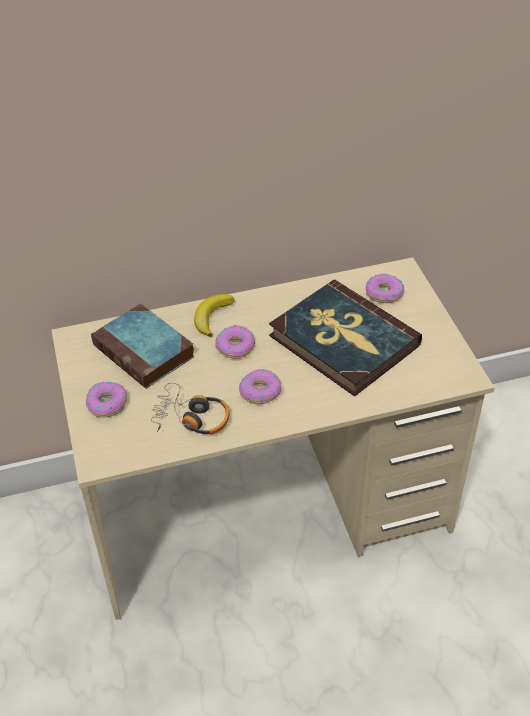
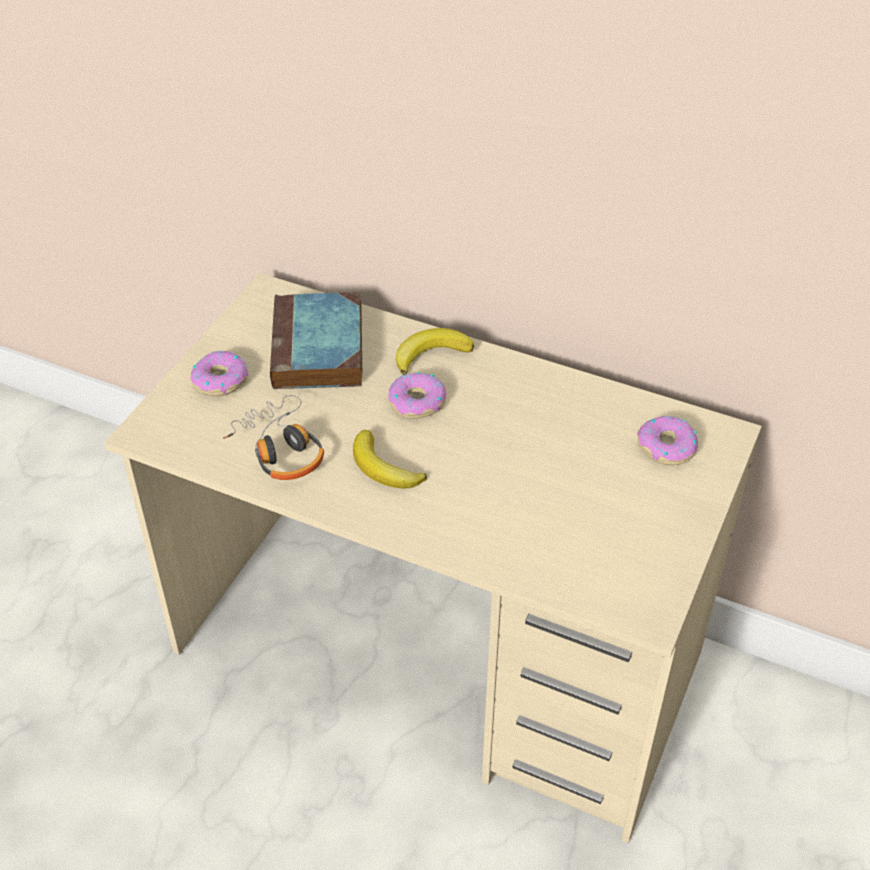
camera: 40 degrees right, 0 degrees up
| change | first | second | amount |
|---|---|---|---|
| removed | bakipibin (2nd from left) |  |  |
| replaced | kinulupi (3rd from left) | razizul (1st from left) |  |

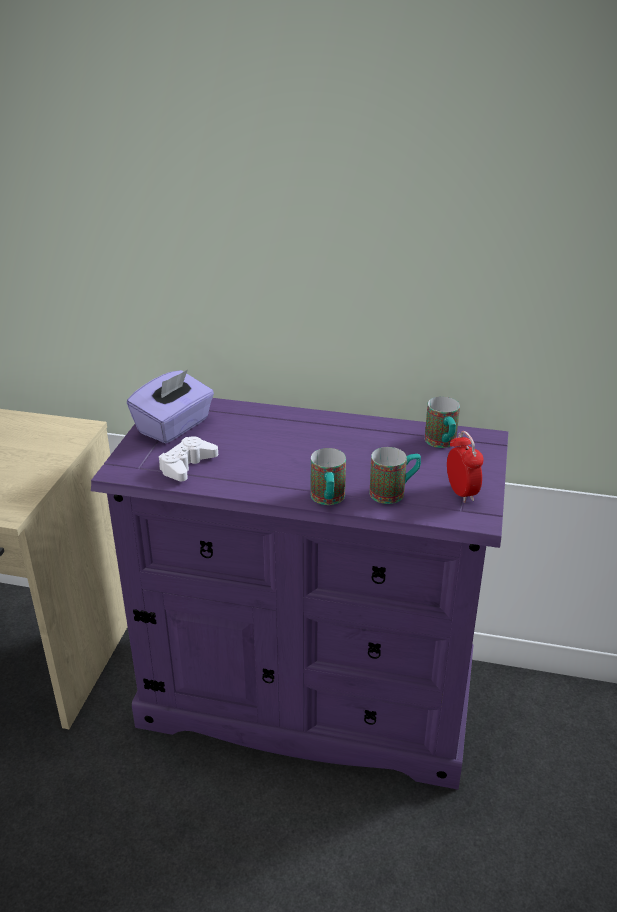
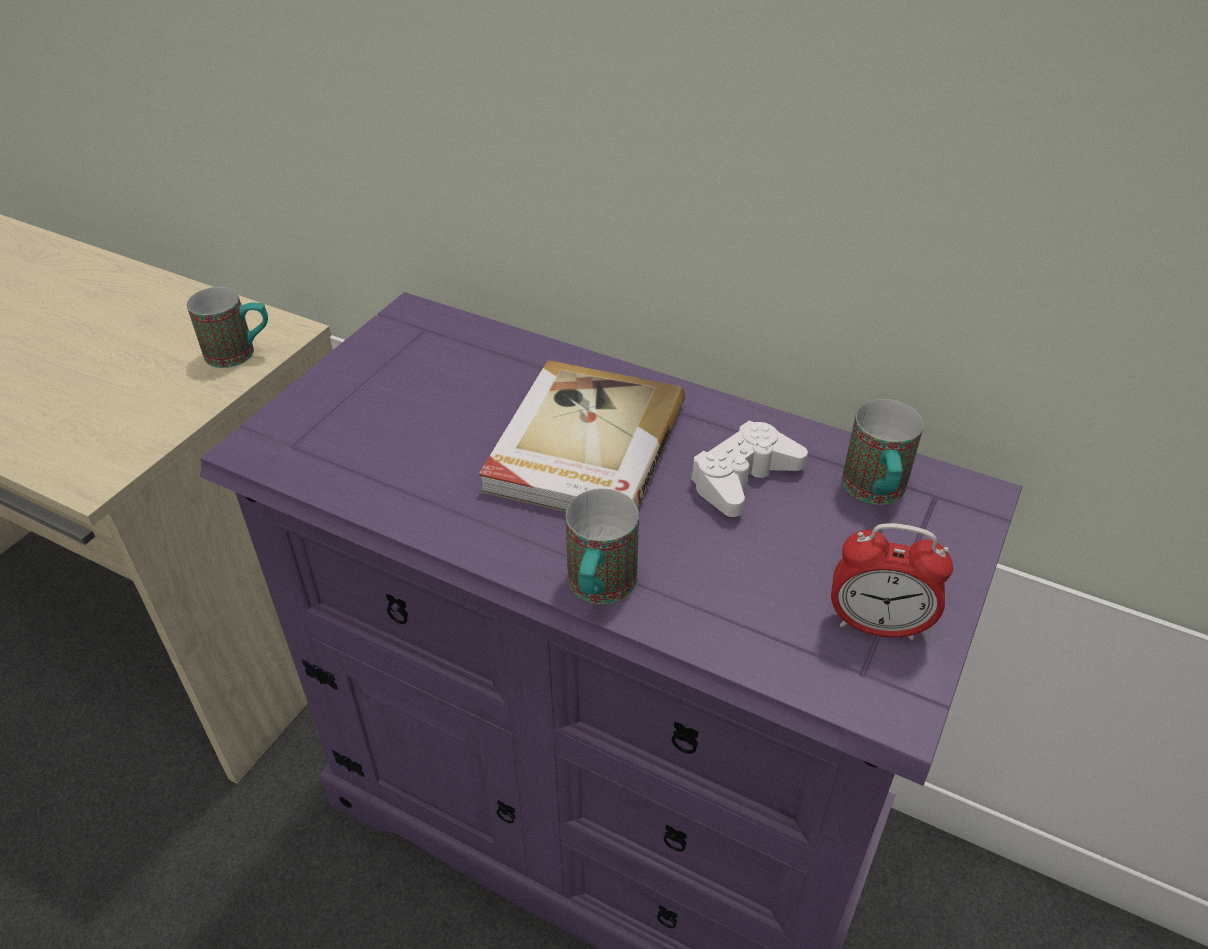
camera: 15 degrees right, 10 degrees up
| change | first | second | amount |
|---|---|---|---|
| removed | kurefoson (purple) |  |  |
| turned | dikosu |  | 105 degrees clockwise |
| moved | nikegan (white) |  |  |
| moved | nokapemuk (2nd from left in the first image) | nokapemuk (1st from left) |  |
| added |  | bakipibin |  |

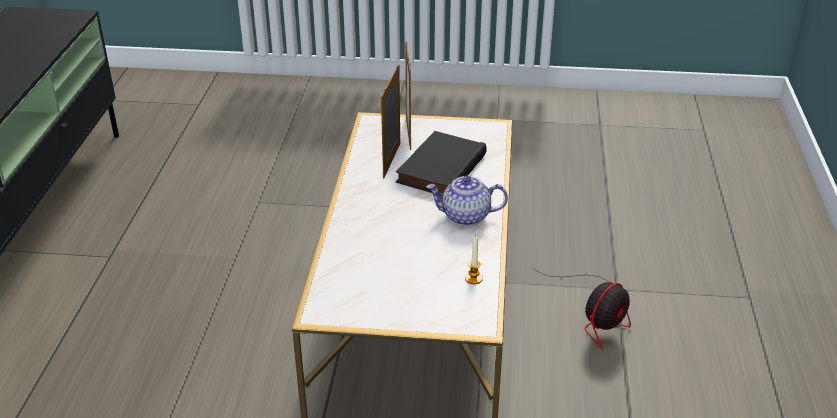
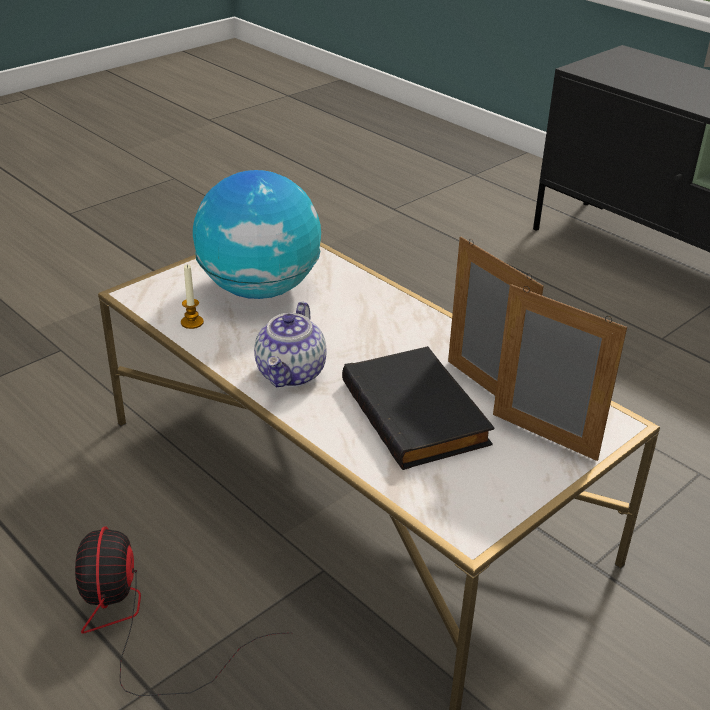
camera: 130 degrees right, 0 degrees up
| change | first | second | amount |
|---|---|---|---|
| turned | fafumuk |  | 150 degrees clockwise |
| added |  | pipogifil |  |

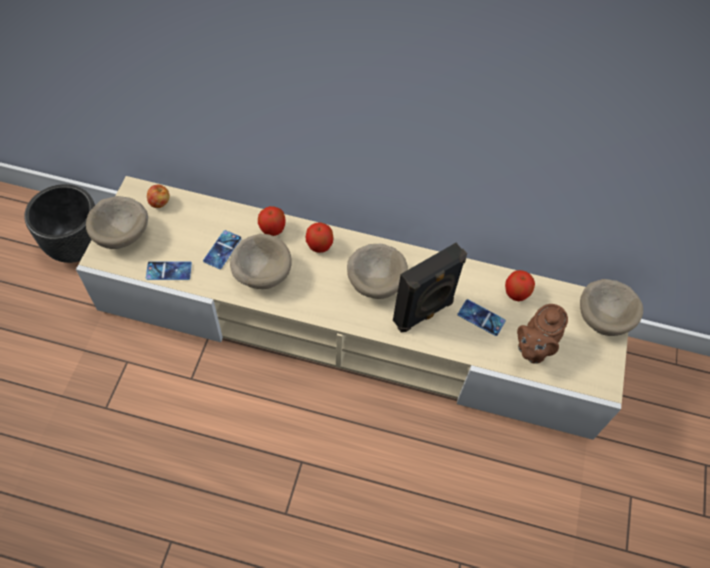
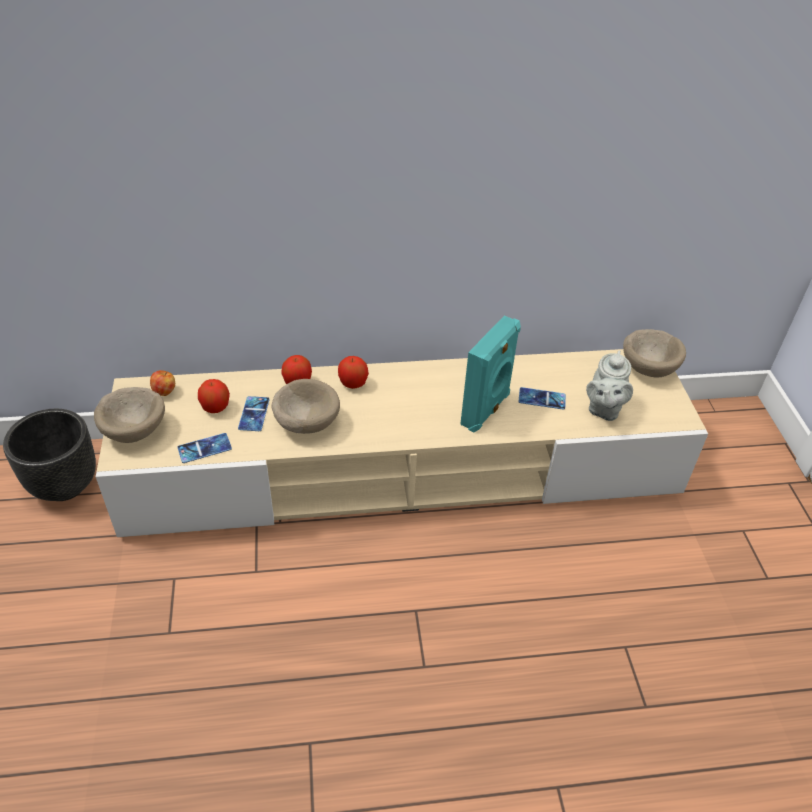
camera: 20 degrees left, 15 degrees down
| change | first | second | amount |
|---|---|---|---|
| recoloured | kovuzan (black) | kovuzan (turquoise) |  |
| removed | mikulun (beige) (3rd from left) |  |  |
| moved | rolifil (4th from left in the first image) | rolifil (2nd from left) |  |
| recoloured | fafumuk (brown) | fafumuk (grey) |  |

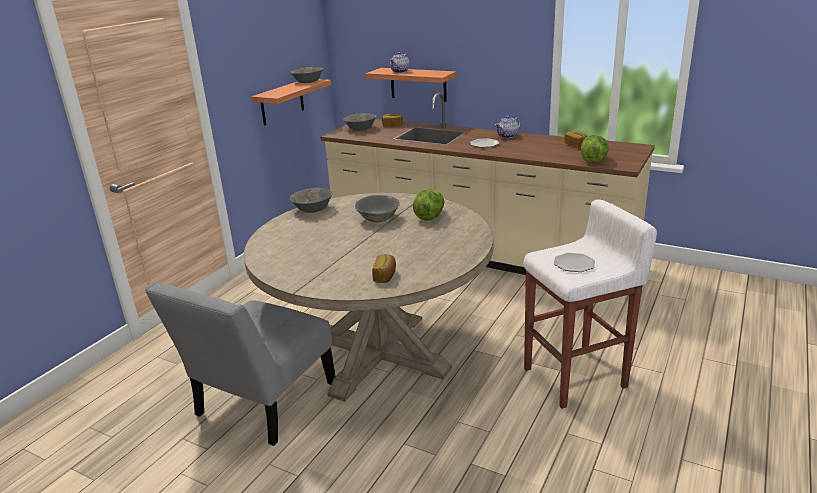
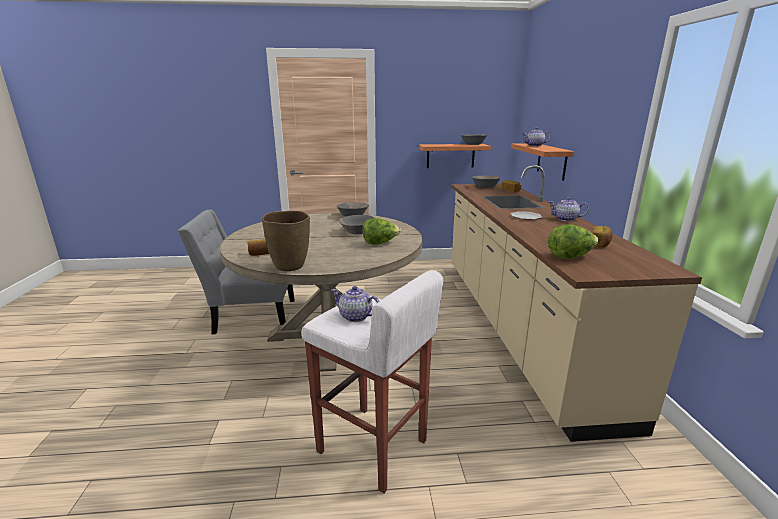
camera: 55 degrees right, 5 degrees down
| change | first | second | amount |
|---|---|---|---|
| replaced | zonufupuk (2nd from left) | fafumuk (1st from left) |  |
| added |  | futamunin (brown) |  |

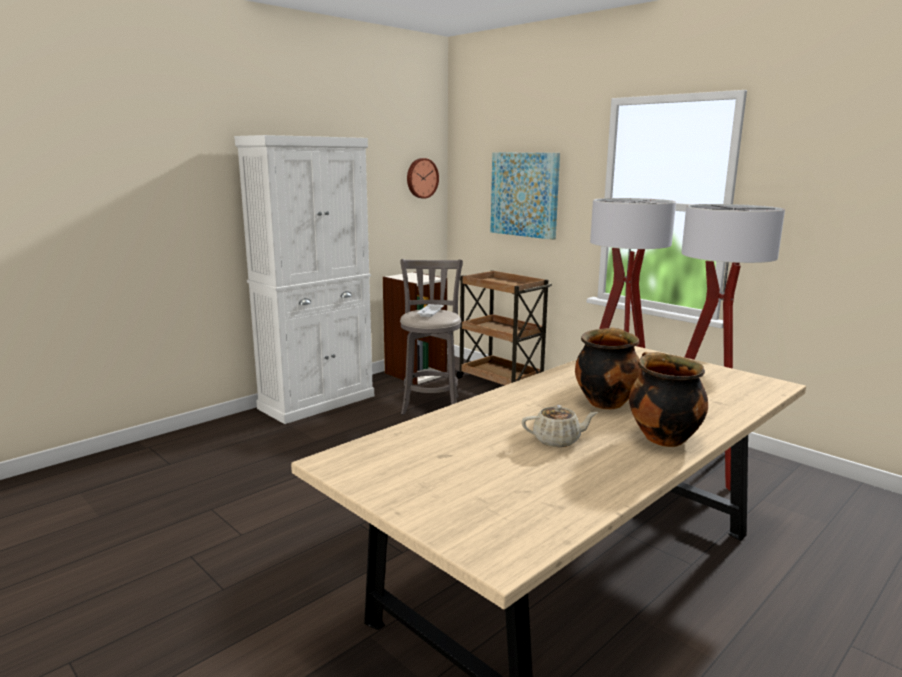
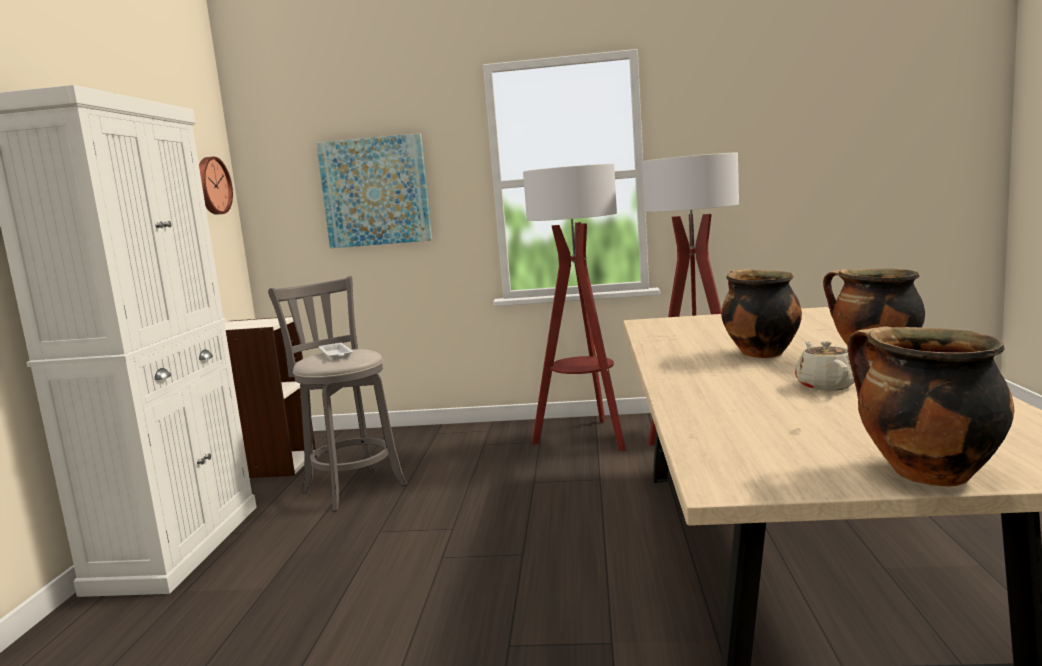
camera: 40 degrees left, 5 degrees down
| change | first | second | amount |
|---|---|---|---|
| removed | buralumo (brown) |  |  |
| turned | fafumuk (beige) |  | 45 degrees counterclockwise |
| added |  | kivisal (3rd from left) |  |

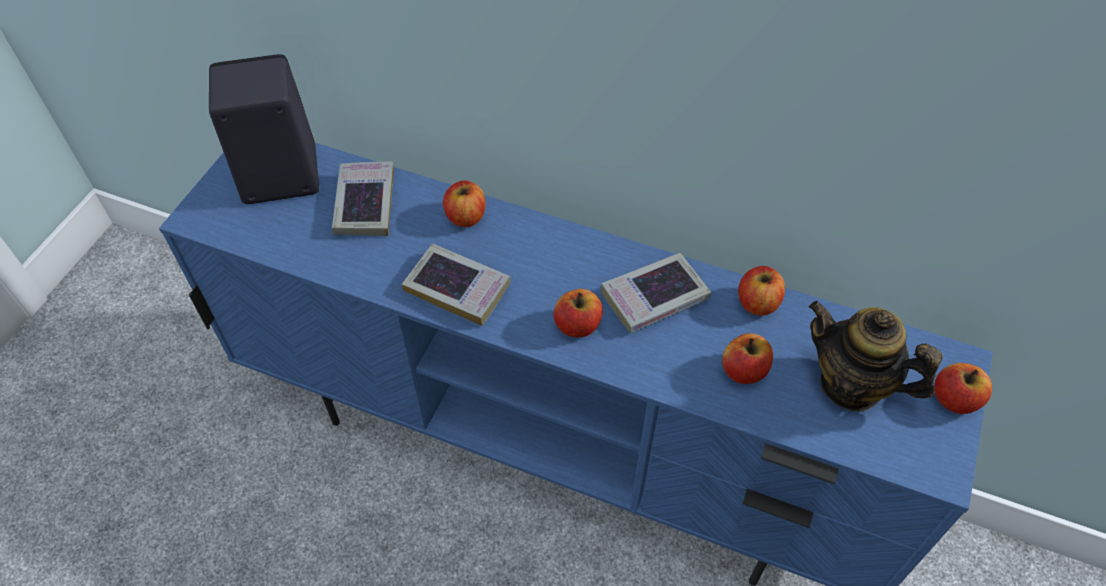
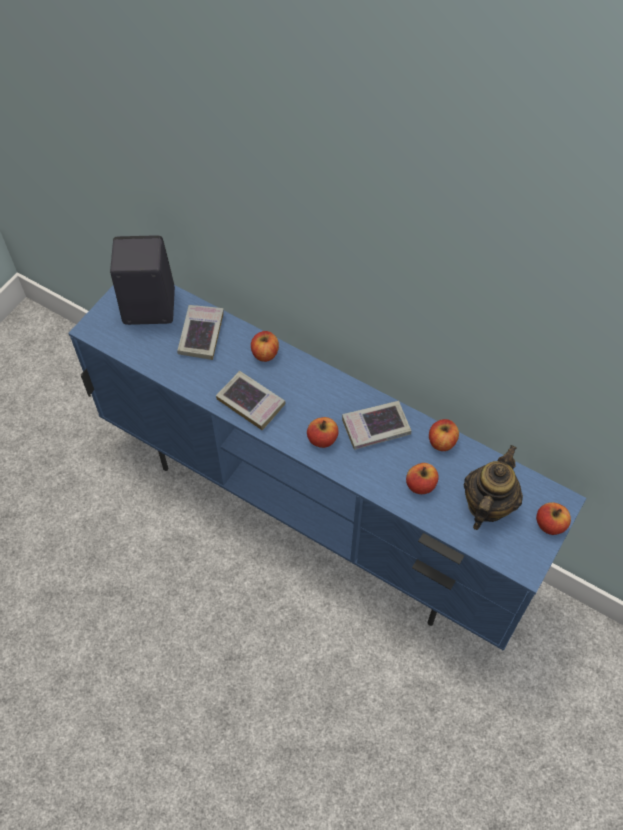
camera: 10 degrees right, 5 degrees up
| change | first | second | amount |
|---|---|---|---|
| turned | fafumuk |  | 75 degrees clockwise |

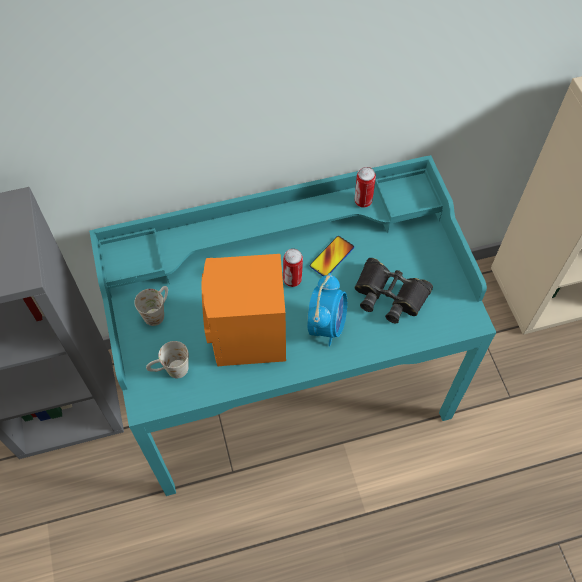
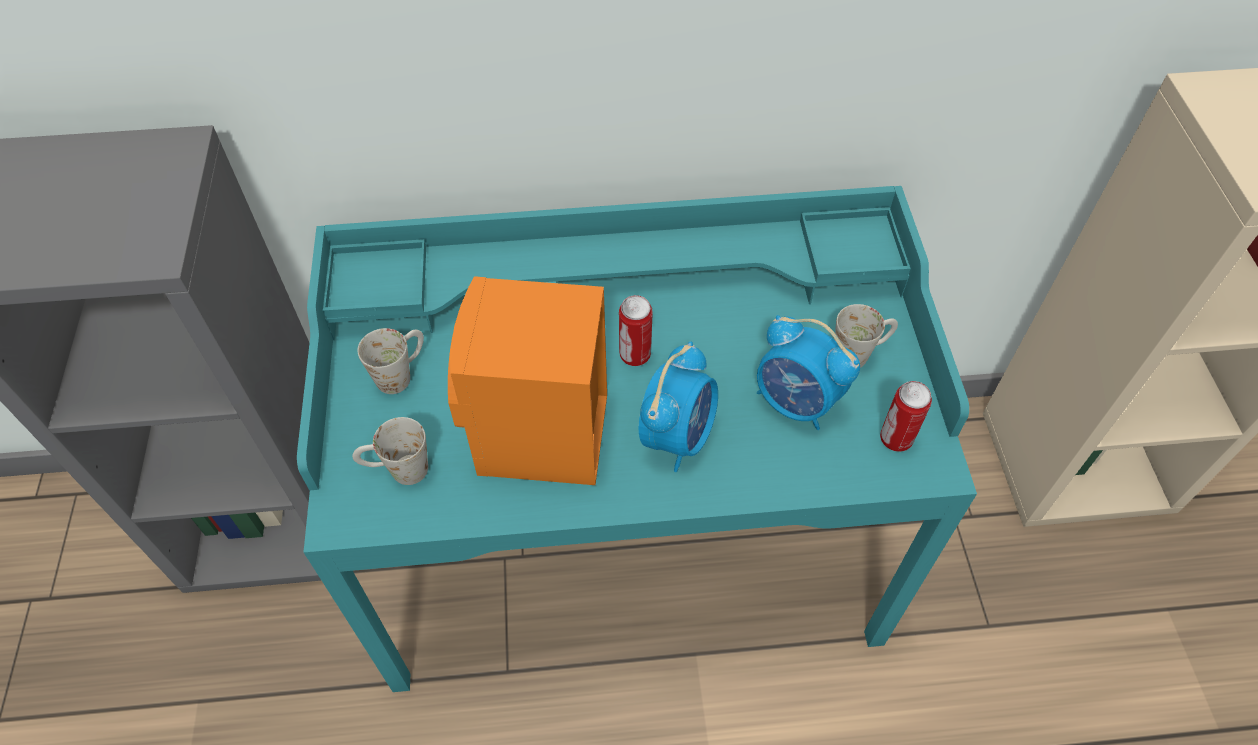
camera: 10 degrees right, 5 degrees down
| change | first | second | amount |
|---|---|---|---|
| moved | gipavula (2nd from left) |  |  |
| removed | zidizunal |  |  |
| replaced | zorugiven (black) | dikosu (2nd from left) |  |
| added |  | nokapemuk (white) (3rd from left) |  |

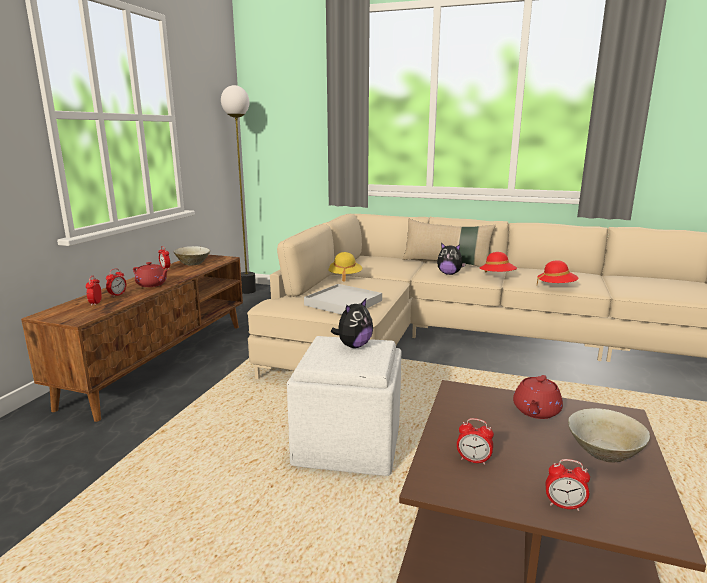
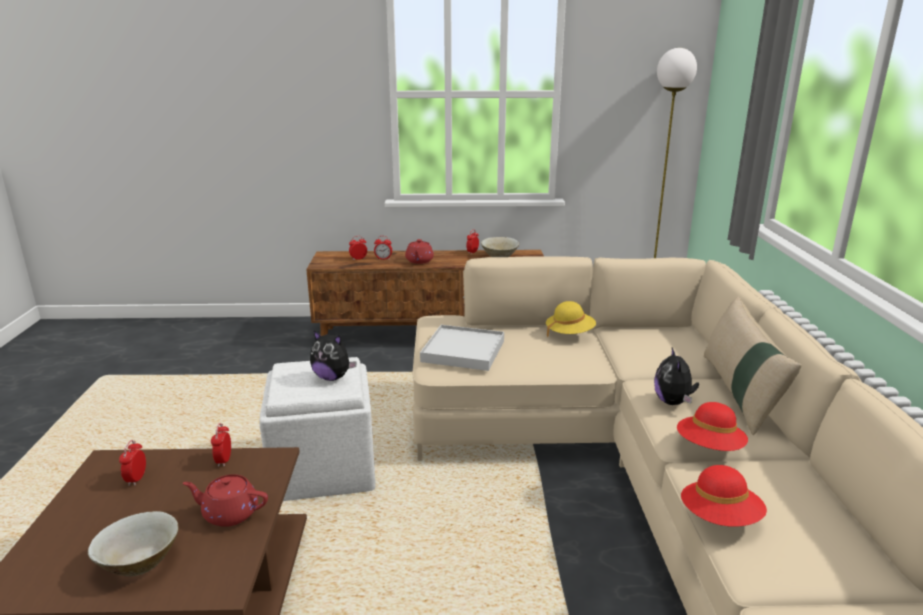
camera: 70 degrees right, 5 degrees up
| change | first | second | amount |
|---|---|---|---|
| moved | dikosu (5th from left in the first image) | dikosu (2nd from left) |  |

